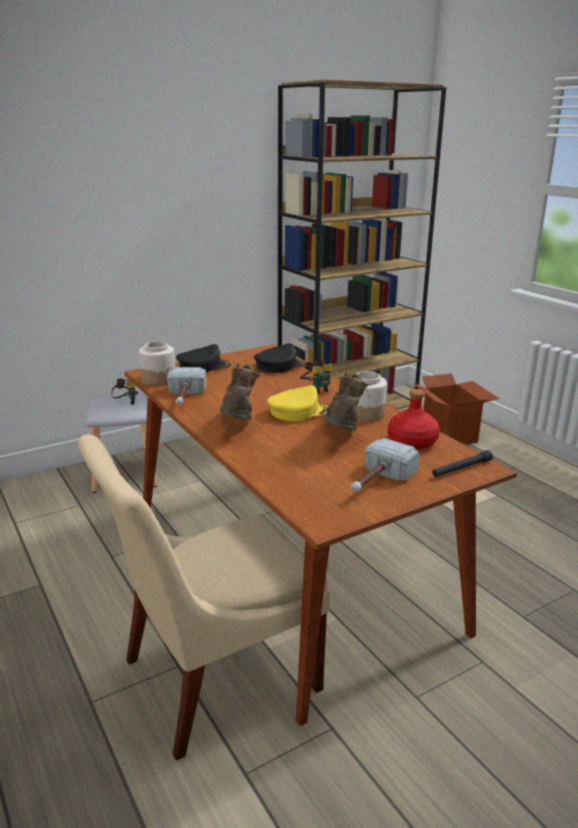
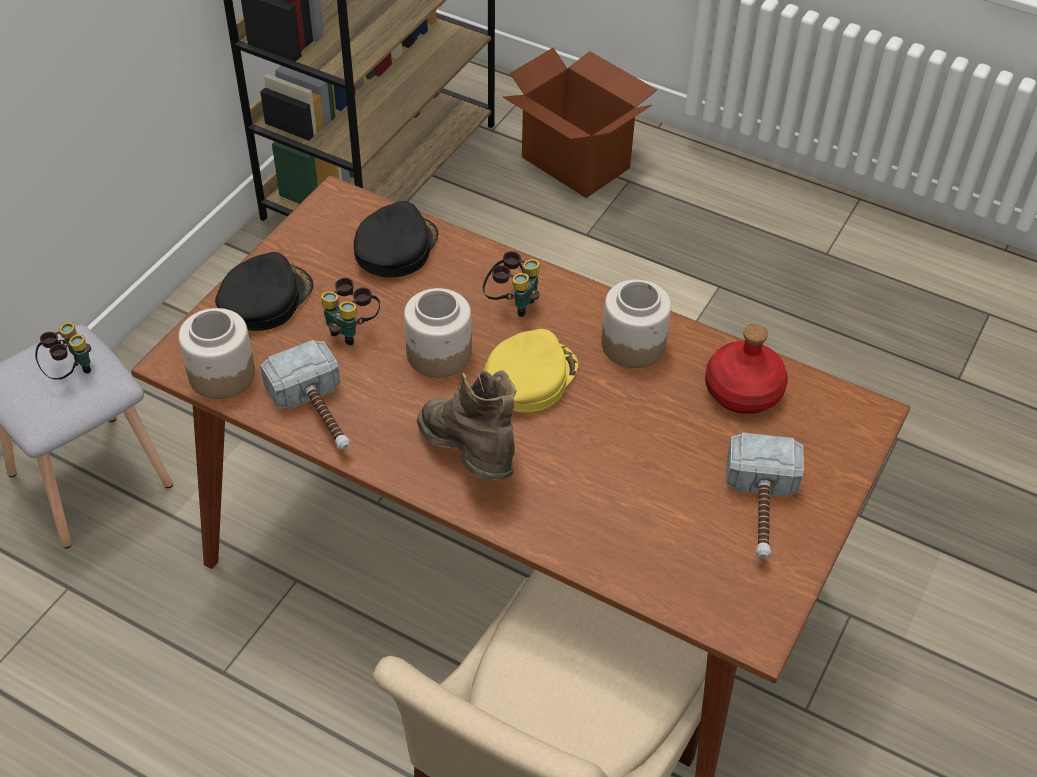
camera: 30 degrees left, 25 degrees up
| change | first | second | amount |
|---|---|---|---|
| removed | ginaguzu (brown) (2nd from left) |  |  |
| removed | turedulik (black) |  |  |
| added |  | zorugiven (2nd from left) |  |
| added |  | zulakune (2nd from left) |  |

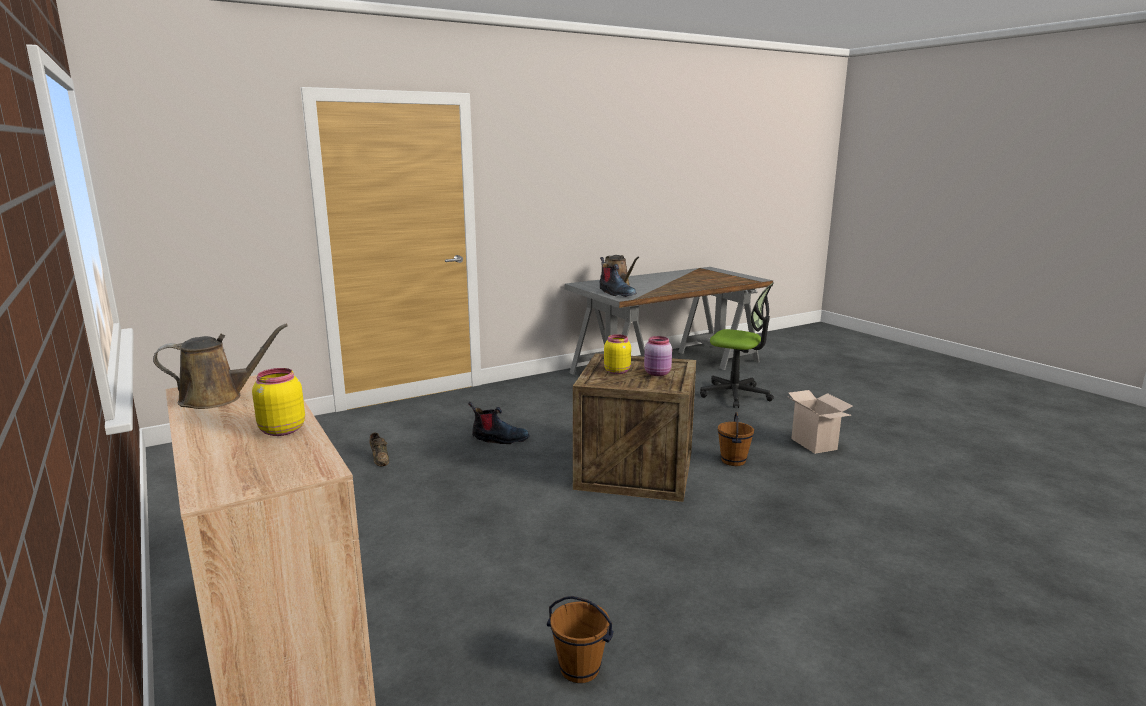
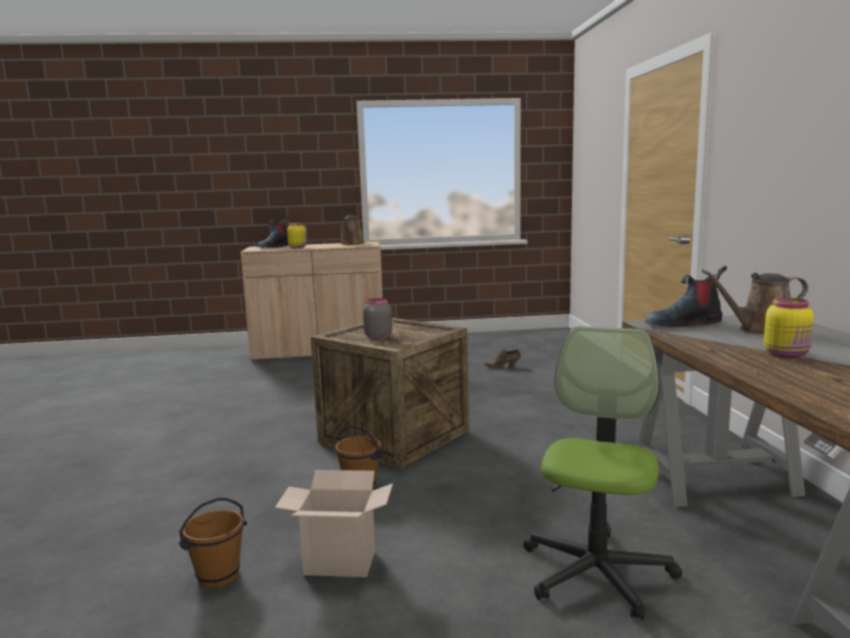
camera: 115 degrees right, 5 degrees down
| change | first | second | amount |
|---|---|---|---|
| turned | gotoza |  | 150 degrees clockwise |
| moved | zulakune (yellow) (2nd from left) |  |  |
| recoloured | zulakune (pink) | zulakune (grey) |  |
| moved | ginaguzu (1st from left) |  |  |
| moved | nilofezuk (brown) (1st from left) |  |  |

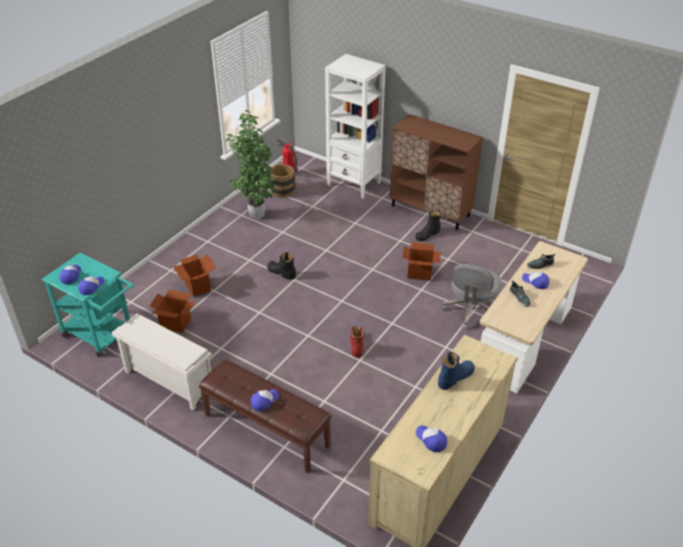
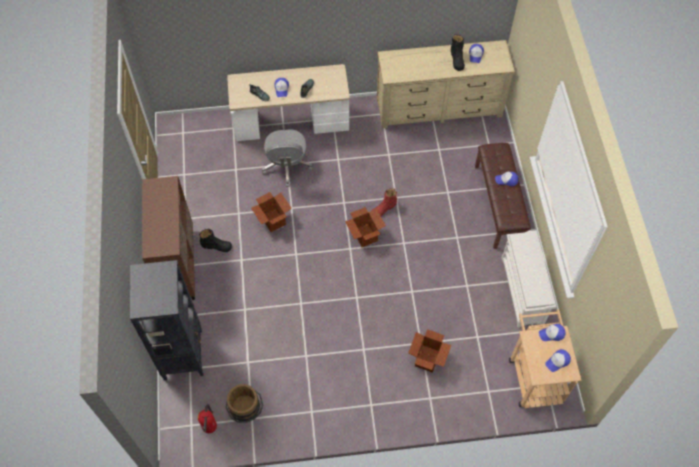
camera: 130 degrees left, 20 degrees up
| change | first | second | amount |
|---|---|---|---|
| recoloured | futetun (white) | futetun (black) |  |
| removed | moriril |  |  |
| moved | ginaguzu (black) (1st from left in the first image) | ginaguzu (black) (2nd from left) |  |
| recoloured | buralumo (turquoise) | buralumo (beige) |  |
| turned | gotoza (grey) |  | 105 degrees clockwise |
| moved | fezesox (1st from left in the first image) | fezesox (2nd from left) |  |
| removed | ginaguzu (blue) |  |  |

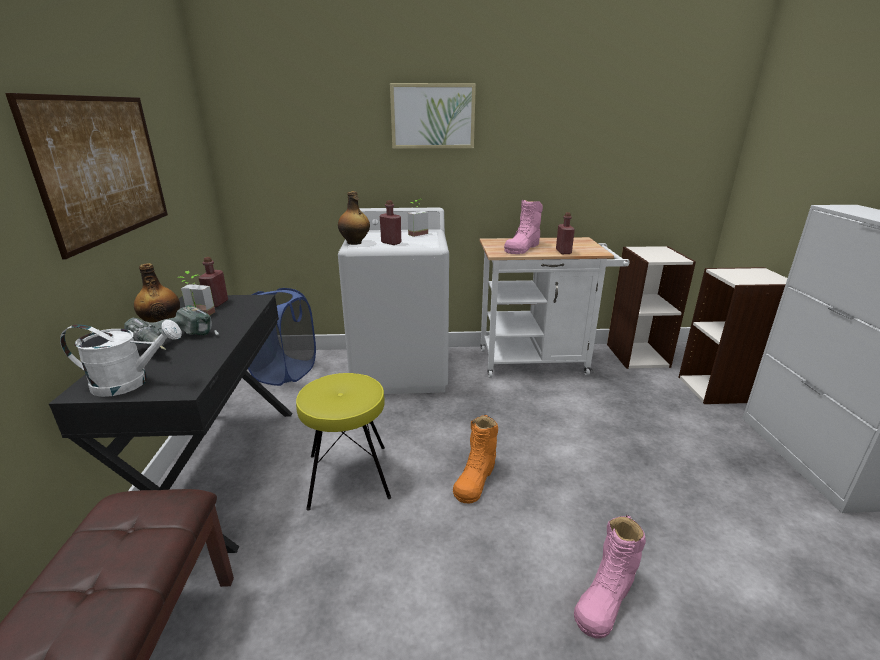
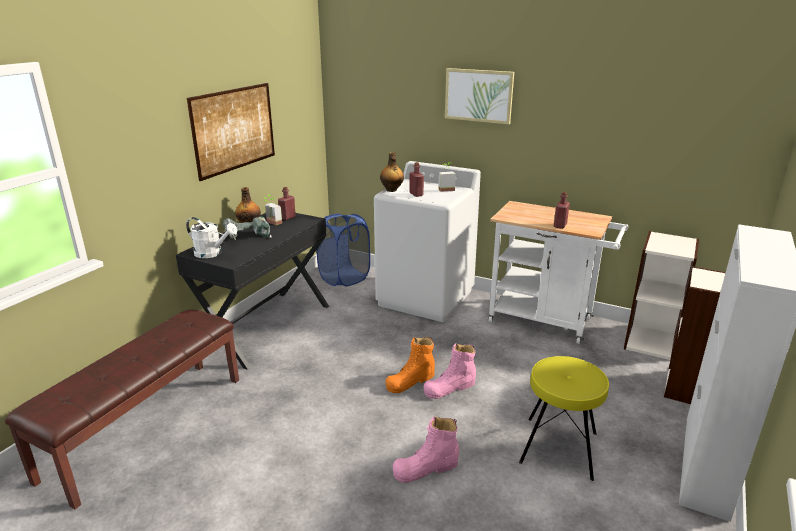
camera: 30 degrees right, 0 degrees up
| change | first | second | amount |
|---|---|---|---|
| moved | ginaguzu (pink) (1st from left in the first image) | ginaguzu (pink) (2nd from left) |  |
| moved | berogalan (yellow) |  |  |

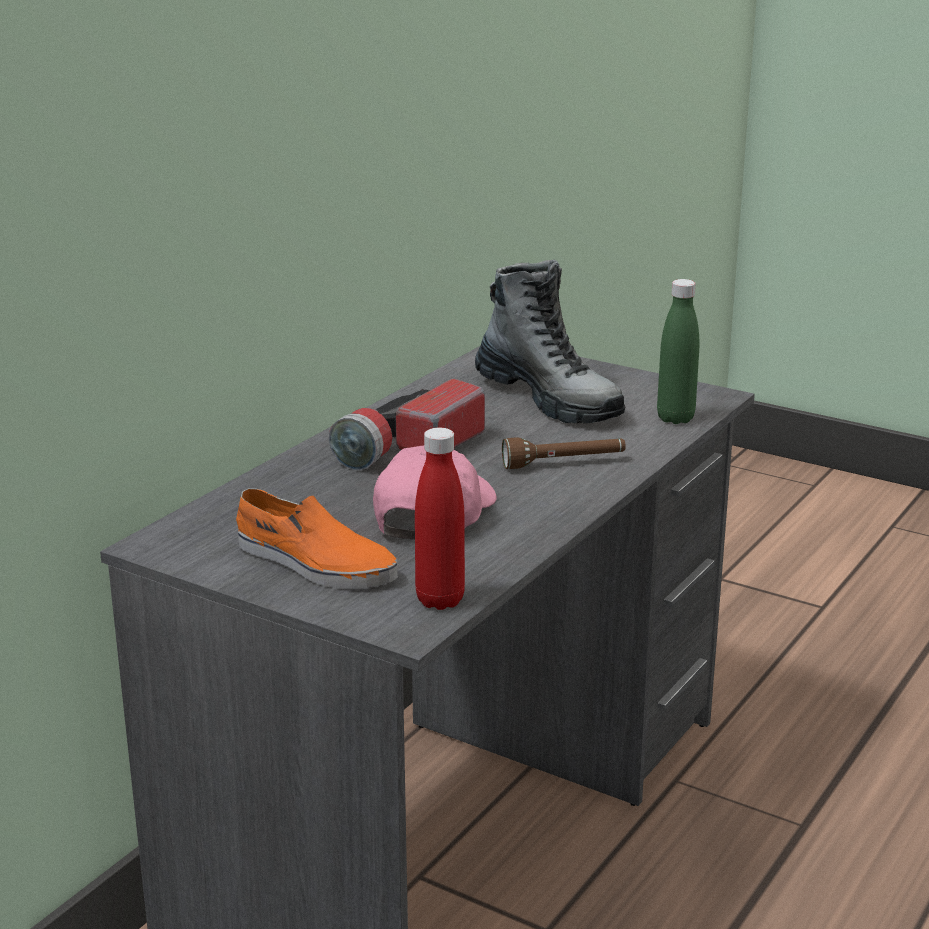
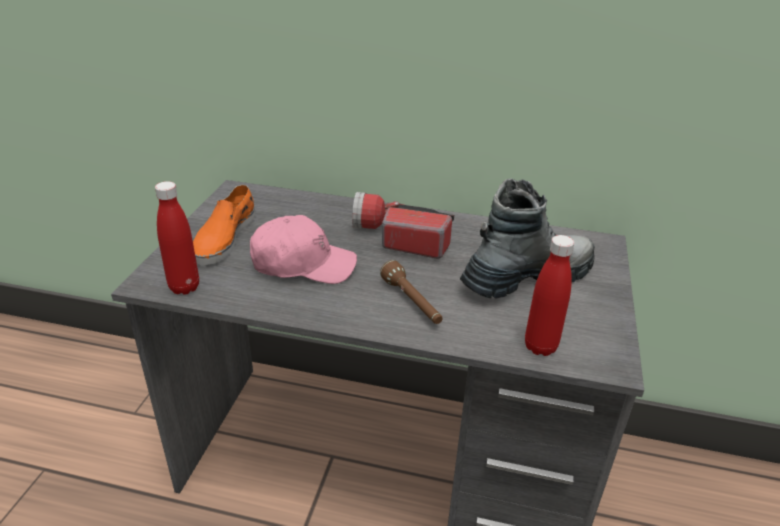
camera: 70 degrees right, 10 degrees up
| change | first | second | amount |
|---|---|---|---|
| turned | ginaguzu |  | 150 degrees counterclockwise |
| recoloured | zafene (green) | zafene (red) (2nd from left) |  |

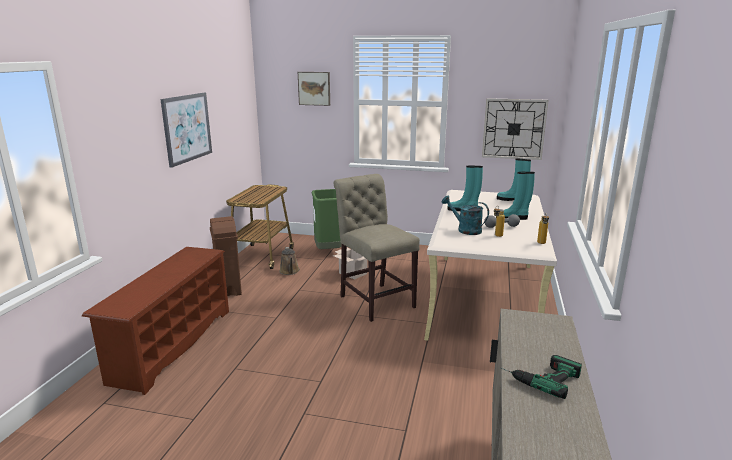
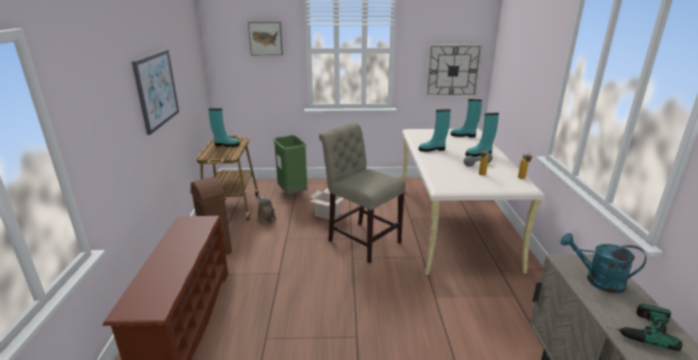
camera: 15 degrees left, 5 degrees up
| change | first | second | amount |
|---|---|---|---|
| moved | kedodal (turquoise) |  |  |
| added |  | ginaguzu (turquoise) (1st from left) |  |

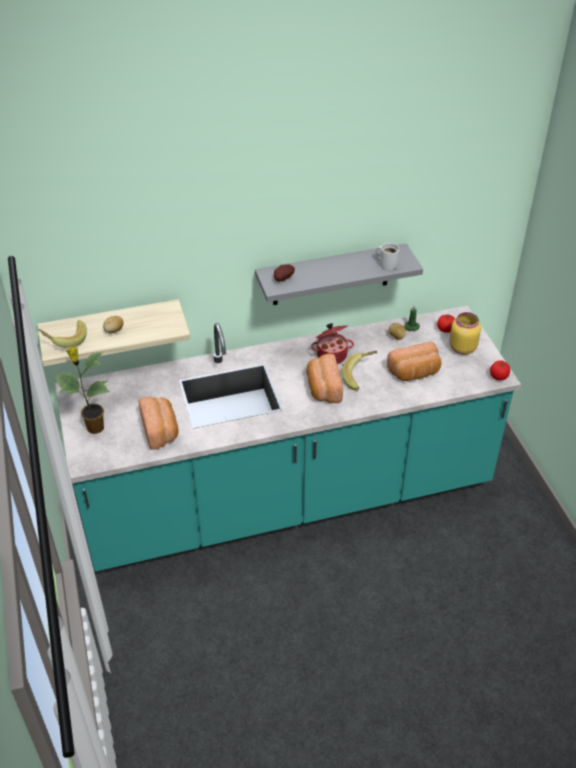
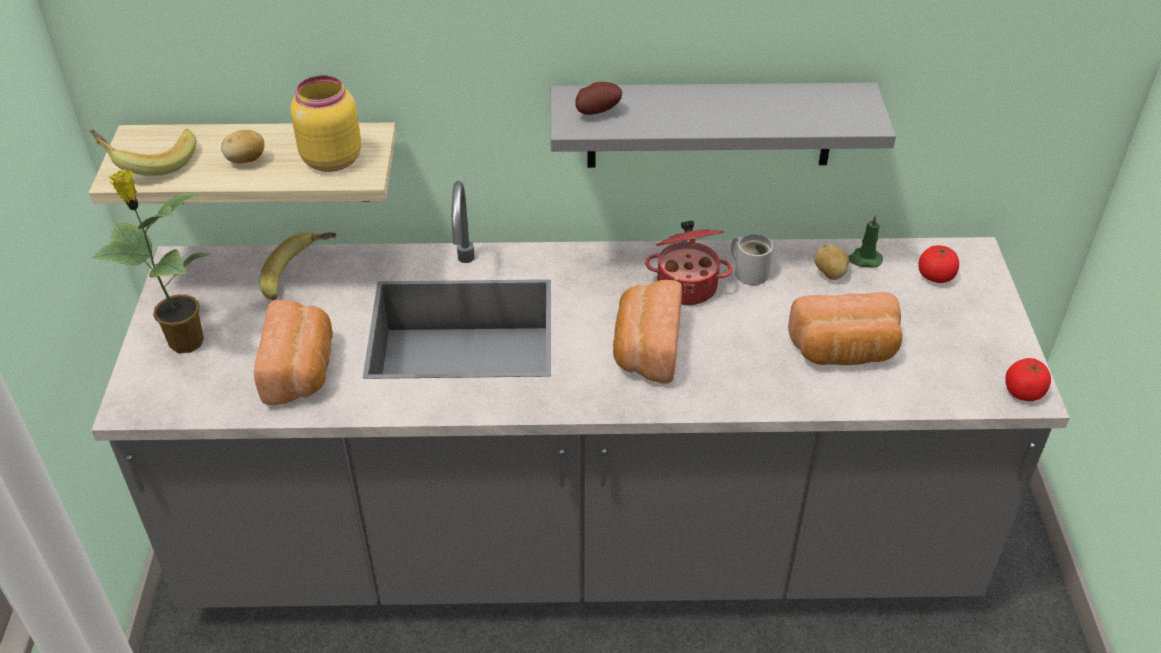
camera: 15 degrees right, 0 degrees up
| change | first | second | amount |
|---|---|---|---|
| moved | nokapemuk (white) |  |  |
| recoloured | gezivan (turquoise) | gezivan (grey) |  |
| moved | zulakune (yellow) |  |  |
| moved | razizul (2nd from left) |  |  |

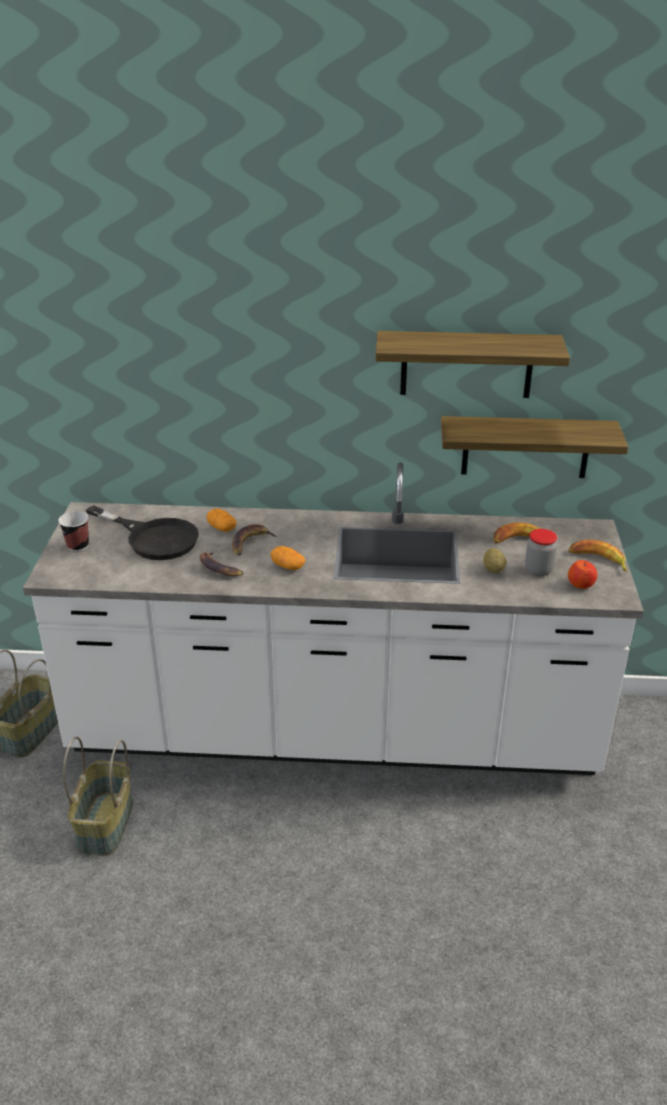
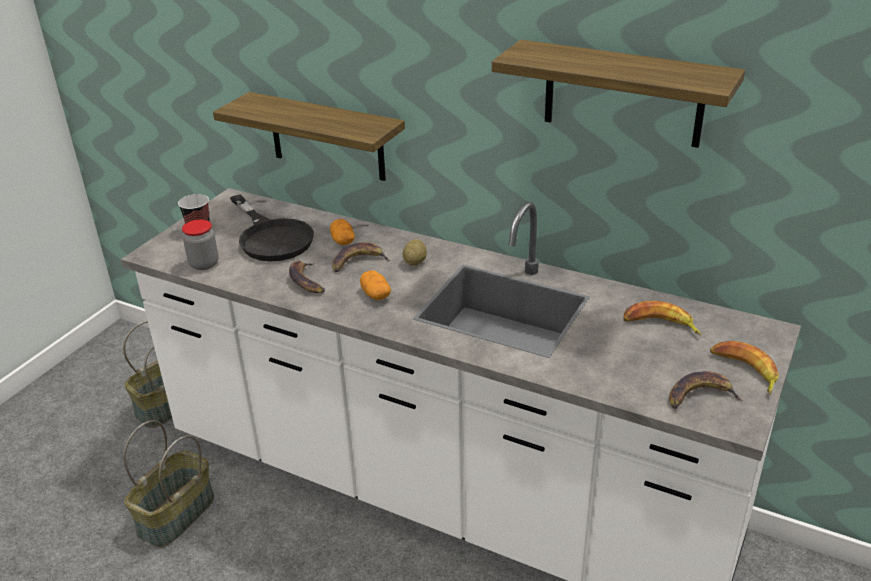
camera: 25 degrees right, 0 degrees up
| change | first | second | amount |
|---|---|---|---|
| moved | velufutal (2nd from left in the first image) | velufutal (1st from left) |  |
| moved | zulakune |  |  |
| moved | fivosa (3rd from left) |  |  |
| replaced | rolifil | razizul (4th from left) |  |

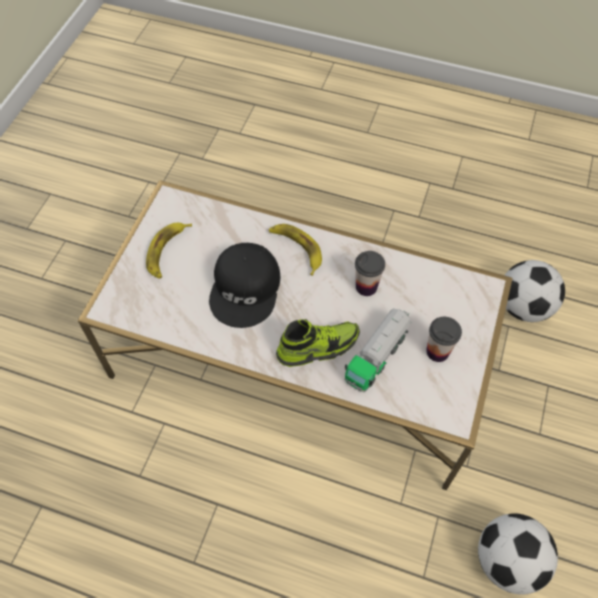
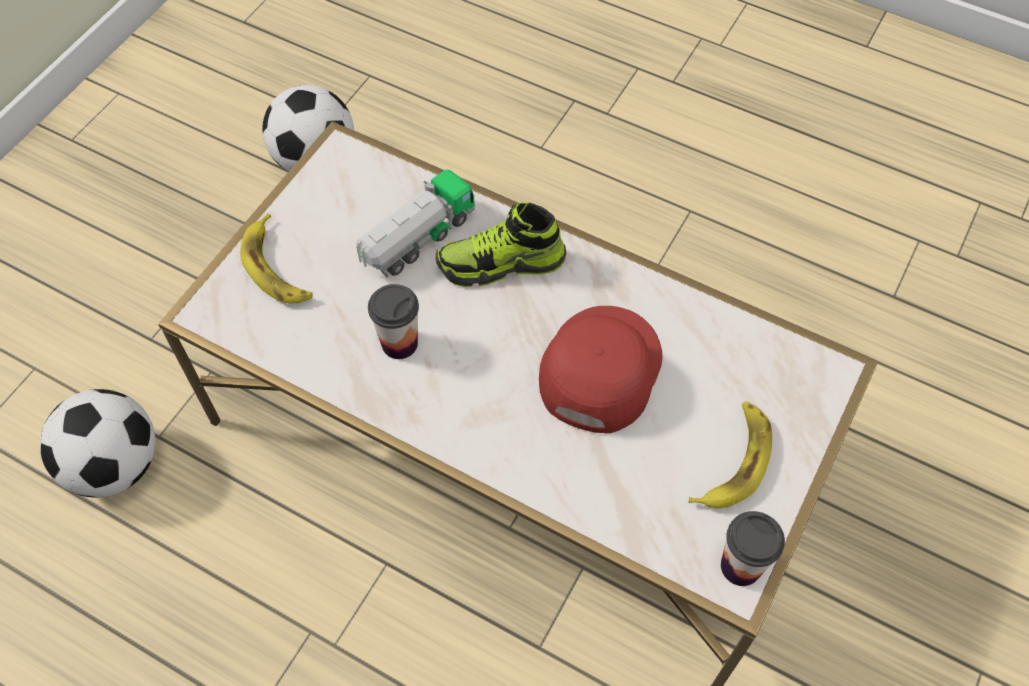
camera: 170 degrees left, 0 degrees up
| change | first | second | amount |
|---|---|---|---|
| moved | razizul (2nd from left in the first image) | razizul (1st from left) |  |
| recoloured | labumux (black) | labumux (red) |  |
| moved | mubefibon (2nd from left) |  |  |

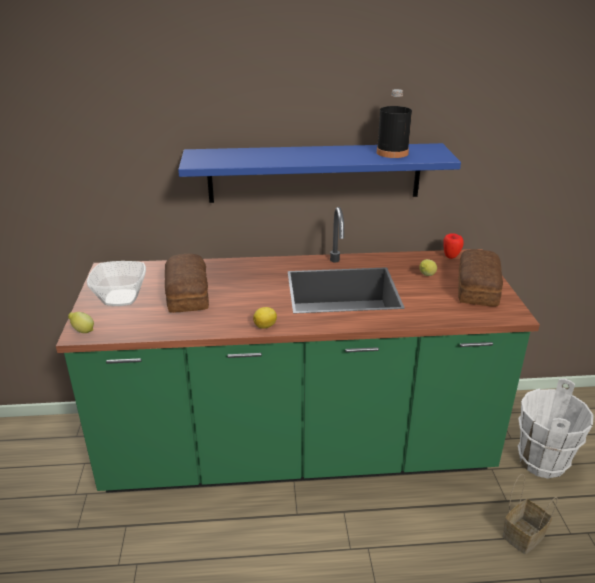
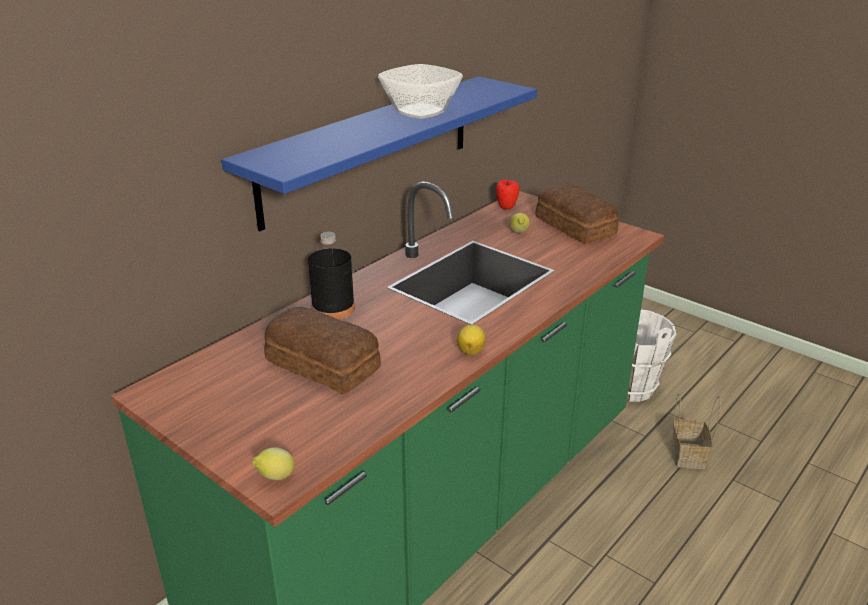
camera: 45 degrees left, 0 degrees up
| change | first | second | amount |
|---|---|---|---|
| moved | zafene (black) |  |  |
| moved | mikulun |  |  |

